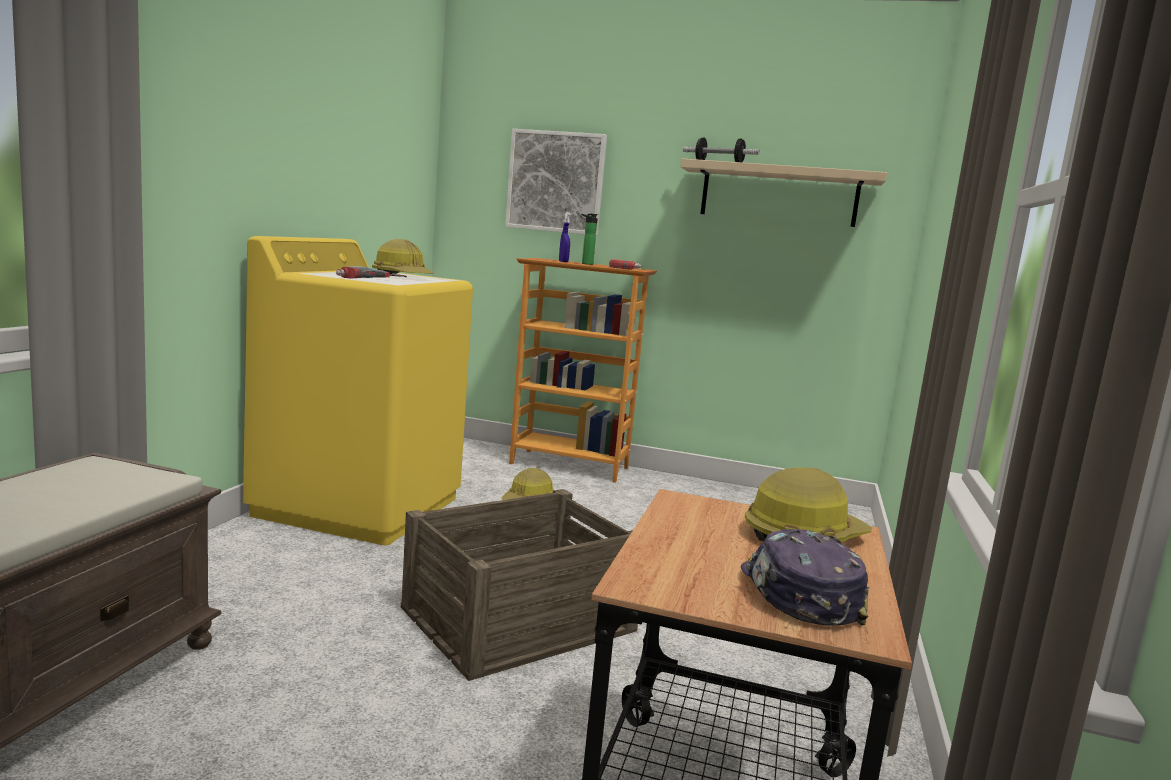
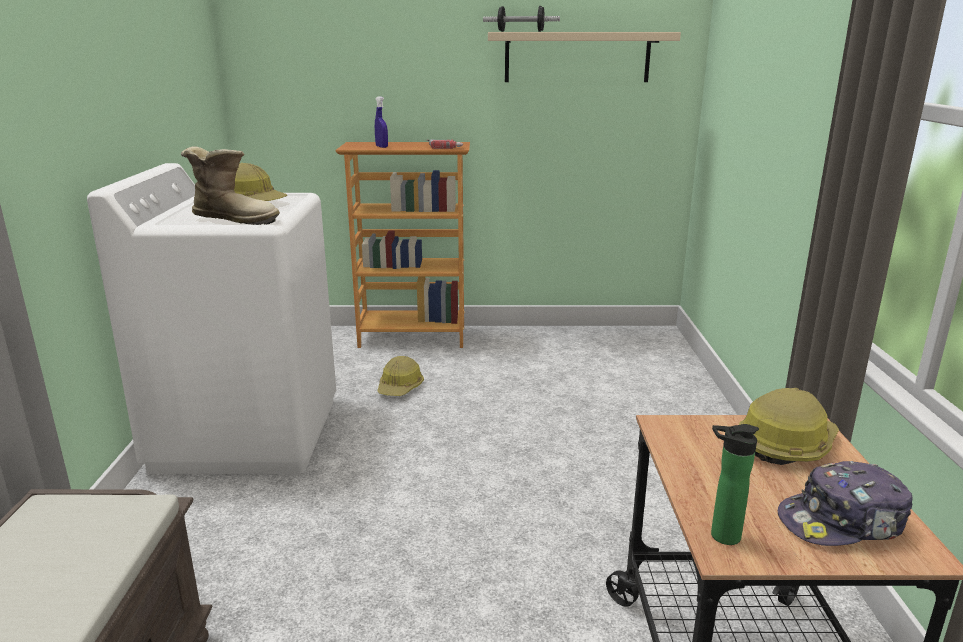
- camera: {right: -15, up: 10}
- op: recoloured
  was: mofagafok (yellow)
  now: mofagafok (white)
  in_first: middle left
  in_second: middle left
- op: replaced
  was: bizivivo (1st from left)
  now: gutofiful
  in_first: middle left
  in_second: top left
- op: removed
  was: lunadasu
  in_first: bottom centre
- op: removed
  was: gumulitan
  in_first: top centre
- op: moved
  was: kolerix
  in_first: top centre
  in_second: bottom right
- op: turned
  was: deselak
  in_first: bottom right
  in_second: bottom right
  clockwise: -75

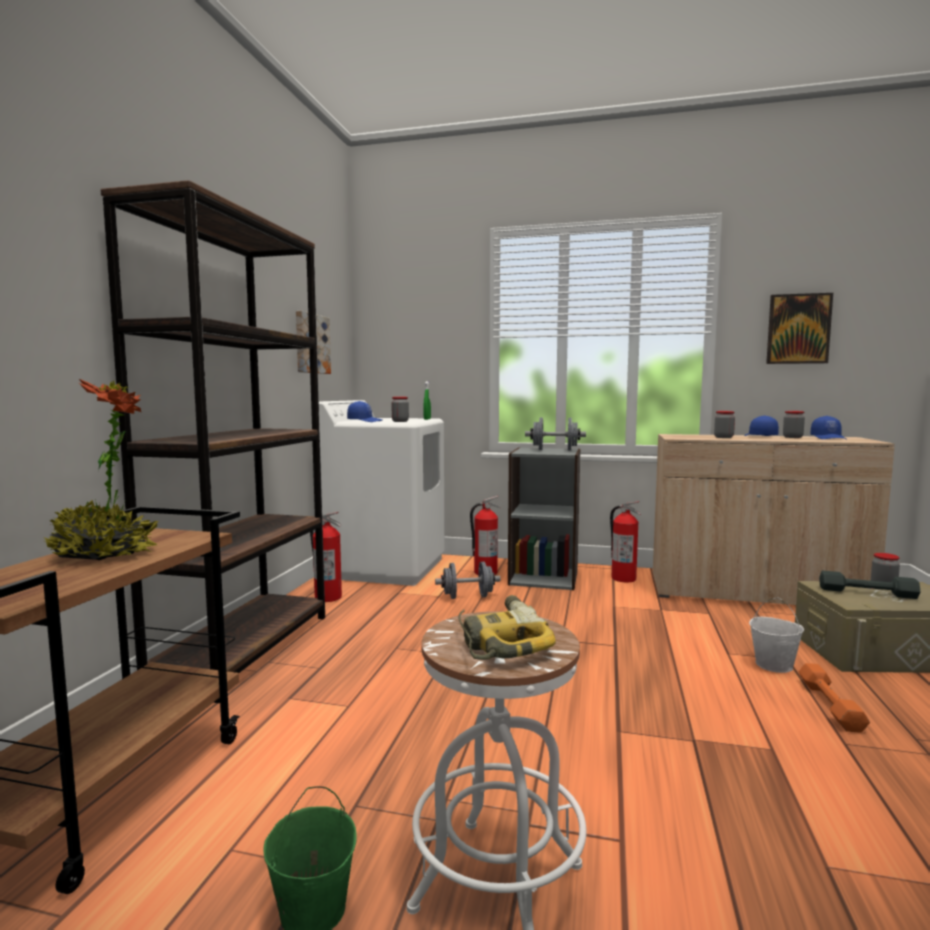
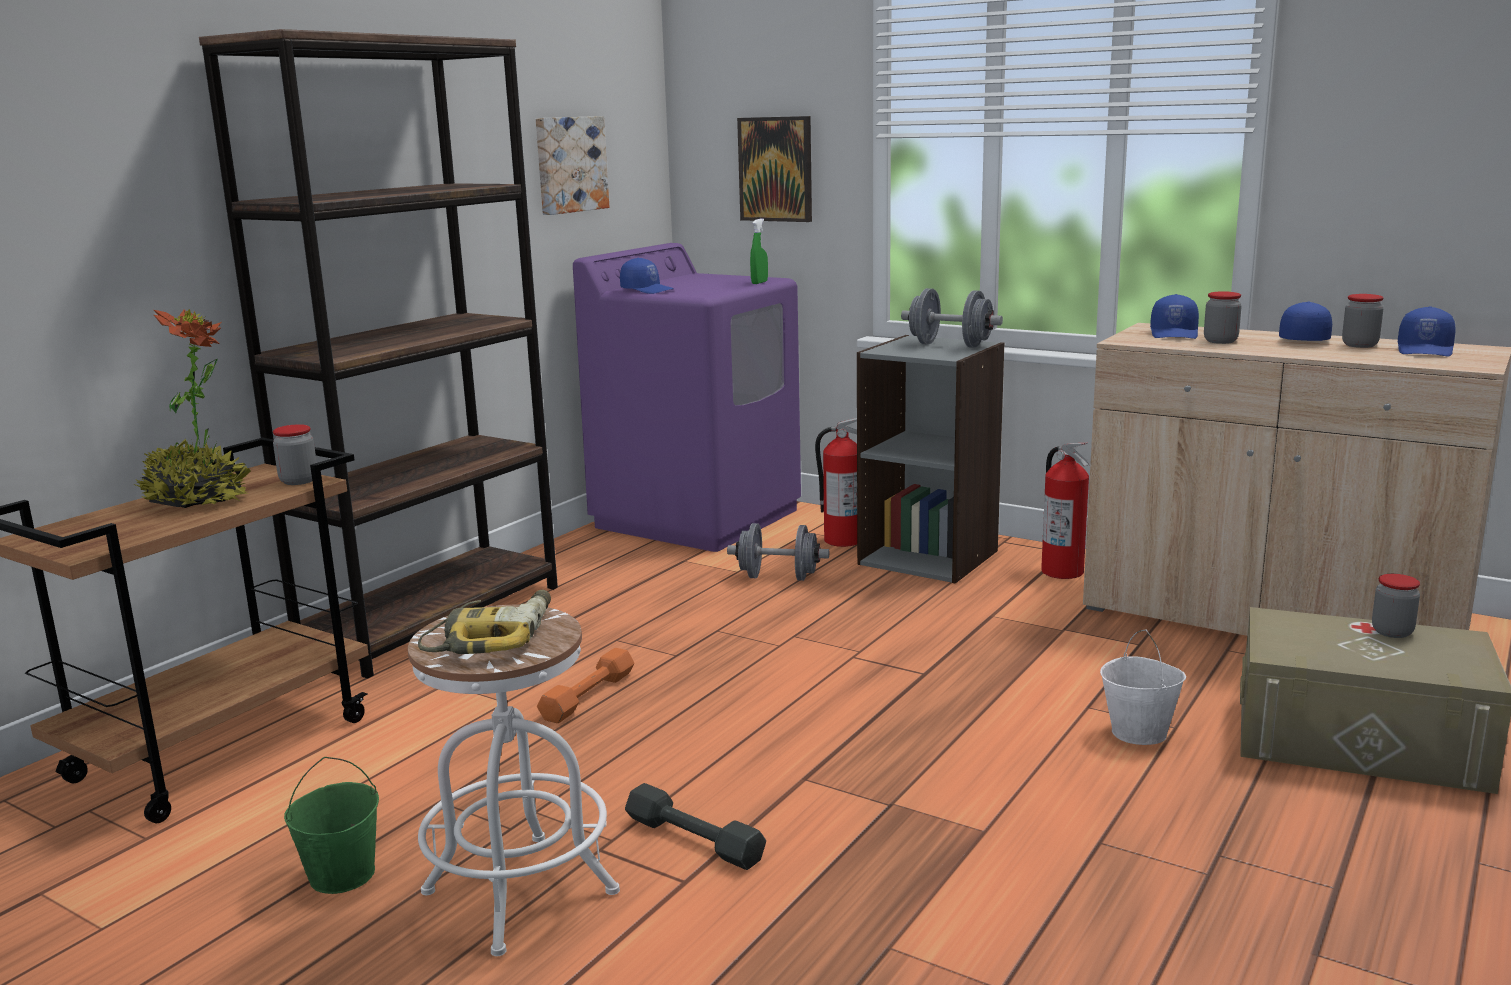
- camera: {right: 20, up: 10}
- op: removed
  was: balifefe (1st from left)
  in_first: centre
- op: recoloured
  was: mofagafok (white)
  now: mofagafok (purple)
  in_first: centre
  in_second: centre
- op: moved
  was: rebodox (1st from left)
  in_first: centre
  in_second: middle left
- op: moved
  was: gumulitan (2nd from left)
  in_first: middle right
  in_second: top centre
- op: moved
  was: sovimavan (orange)
  in_first: bottom right
  in_second: bottom centre
- op: moved
  was: sovimavan (grey) (3rd from left in the first image)
  now: sovimavan (grey) (1st from left)
  in_first: middle right
  in_second: bottom centre
- op: added
  now: deselak (blue) (2nd from left)
  in_second: top right

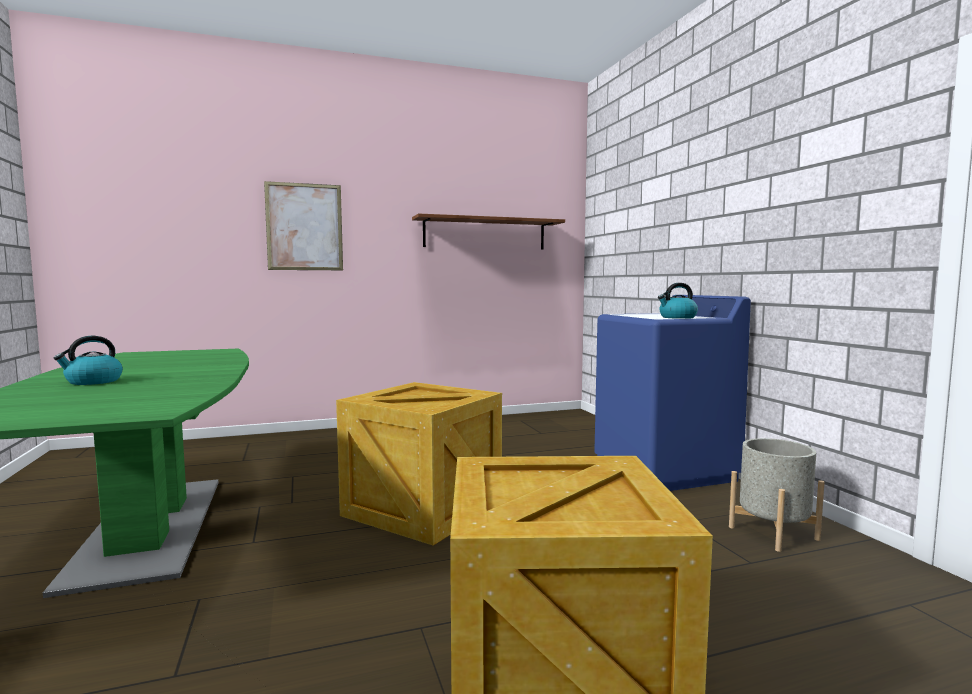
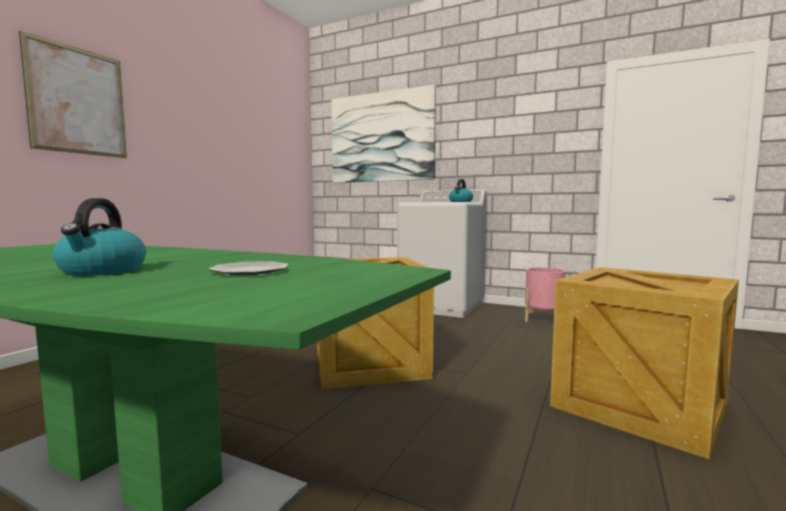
- camera: {right: -45, up: 0}
- op: removed
  was: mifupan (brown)
  in_first: top centre
- op: recoloured
  was: mofagafok (blue)
  now: mofagafok (white)
  in_first: middle right
  in_second: centre
- op: recoloured
  was: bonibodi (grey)
  now: bonibodi (pink)
  in_first: bottom right
  in_second: middle right
- op: added
  now: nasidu
  in_second: middle left
- op: added
  now: gumulitan (2nd from left)
  in_second: top centre

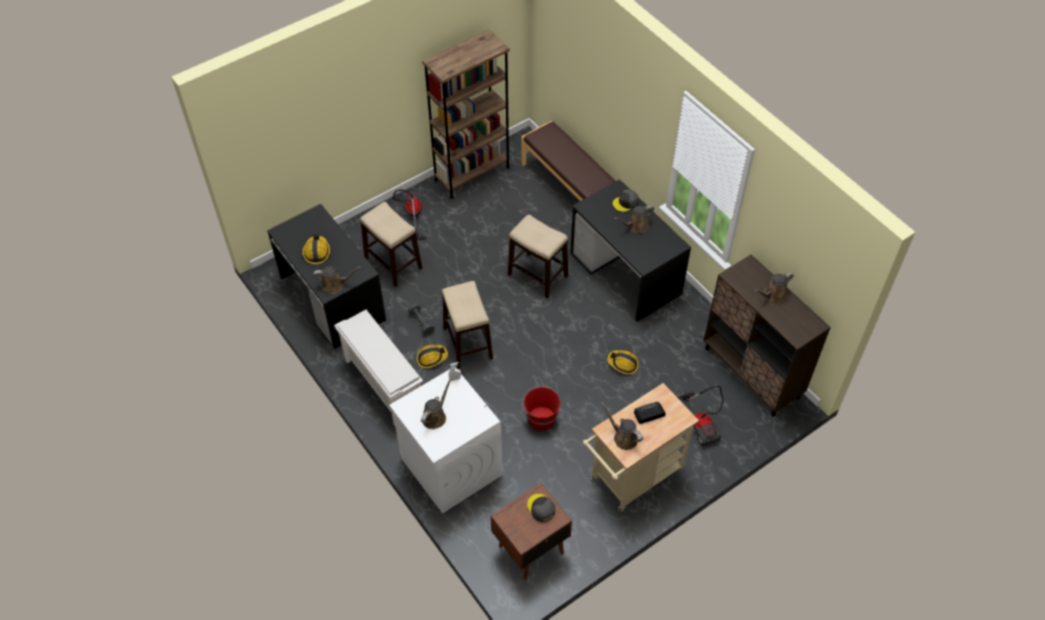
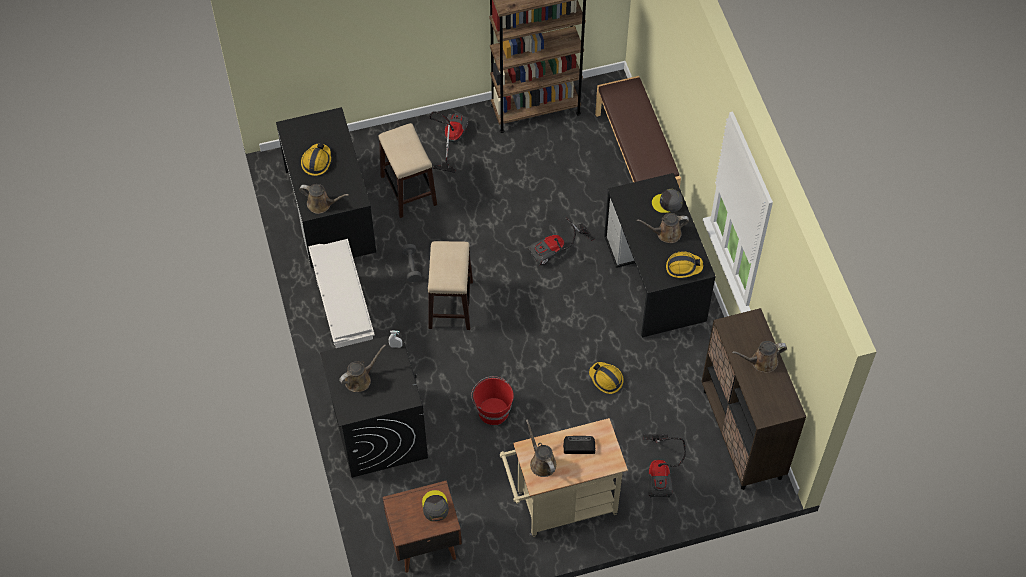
- camera: {right: 20, up: 5}
- op: recoloured
  was: mofagafok (white)
  now: mofagafok (black)
  in_first: bottom centre
  in_second: bottom centre
- op: moved
  was: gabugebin (2nd from left in the first image)
  now: gabugebin (3rd from left)
  in_first: centre
  in_second: middle right
- op: replaced
  was: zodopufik (3rd from left)
  now: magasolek (2nd from left)
  in_first: centre
  in_second: centre

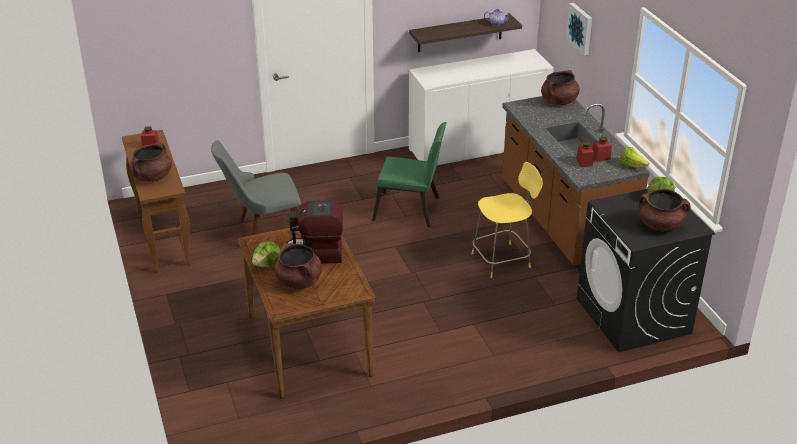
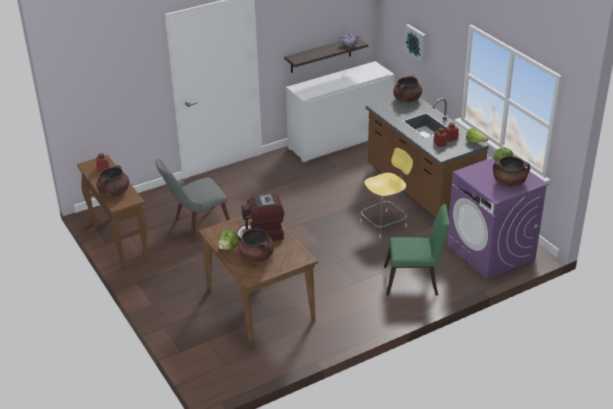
- camera: {right: -10, up: 0}
- op: moved
  was: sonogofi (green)
  in_first: centre
  in_second: middle right
- op: recoloured
  was: mofagafok (black)
  now: mofagafok (purple)
  in_first: middle right
  in_second: middle right

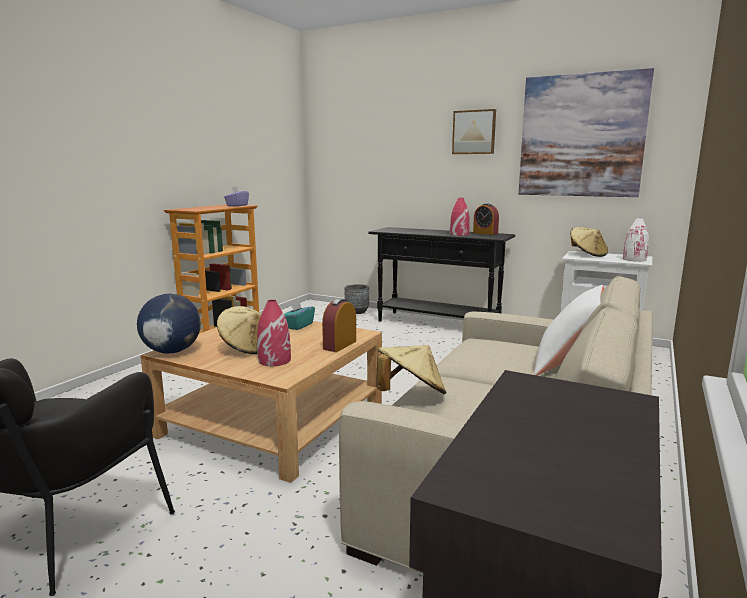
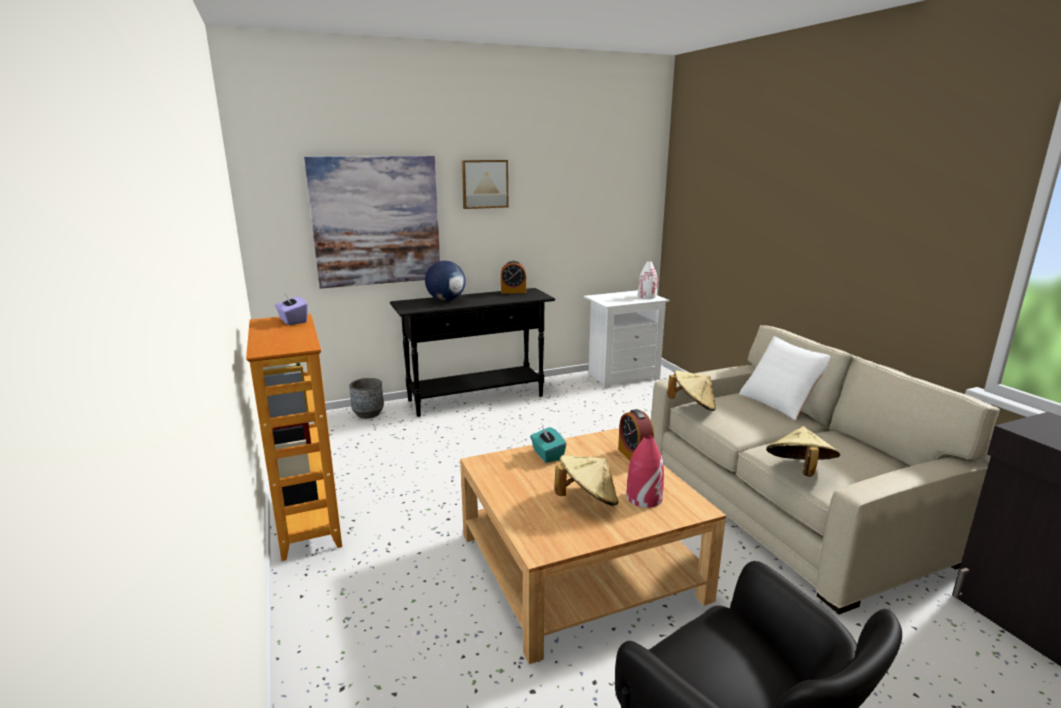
- camera: {right: -50, up: 5}
- op: moved
  was: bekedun
  in_first: middle left
  in_second: centre
- op: removed
  was: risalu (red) (2nd from left)
  in_first: centre
- op: moved
  was: gumulitan (2nd from left in the first image)
  now: gumulitan (1st from left)
  in_first: top right
  in_second: top centre
- op: moved
  was: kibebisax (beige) (3rd from left in the first image)
  now: kibebisax (beige) (2nd from left)
  in_first: middle right
  in_second: centre

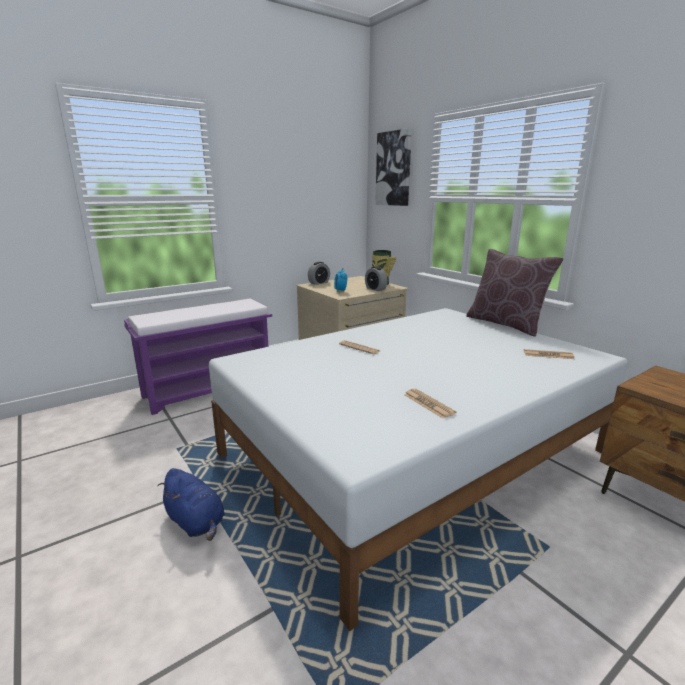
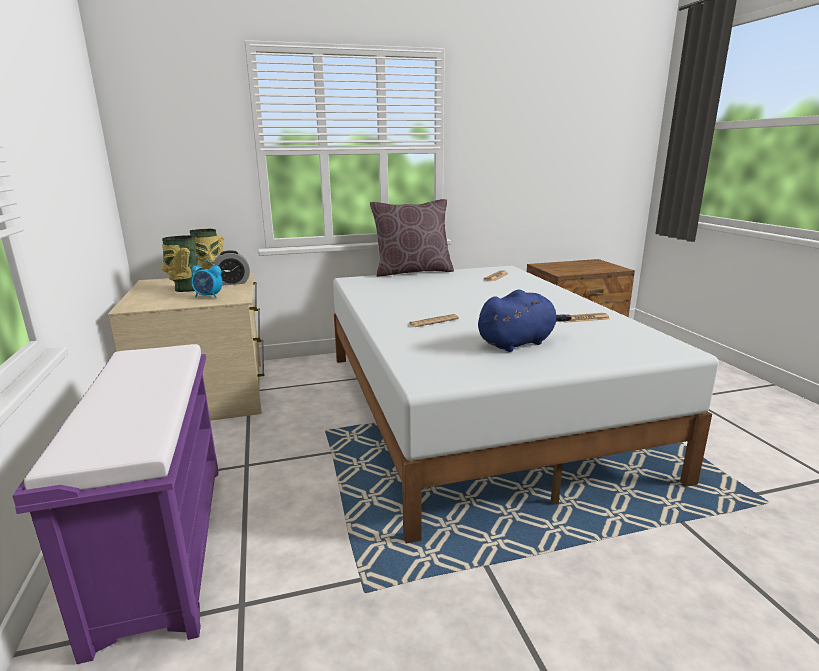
- camera: {right: -70, up: 0}
- op: moved
  was: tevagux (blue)
  in_first: bottom left
  in_second: centre
- op: removed
  was: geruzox (1st from left)
  in_first: centre
- op: removed
  was: gumulitan
  in_first: top centre
- op: added
  now: risalu (1st from left)
  in_second: middle left

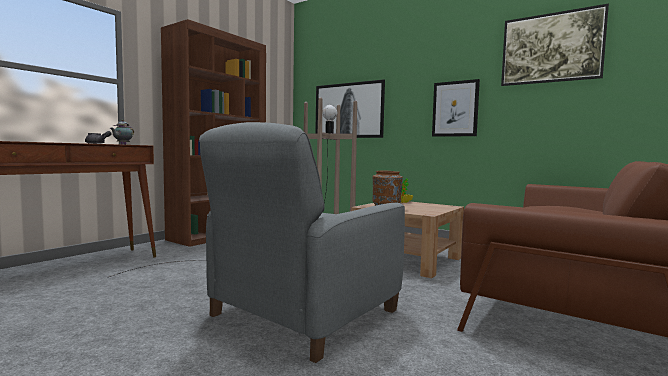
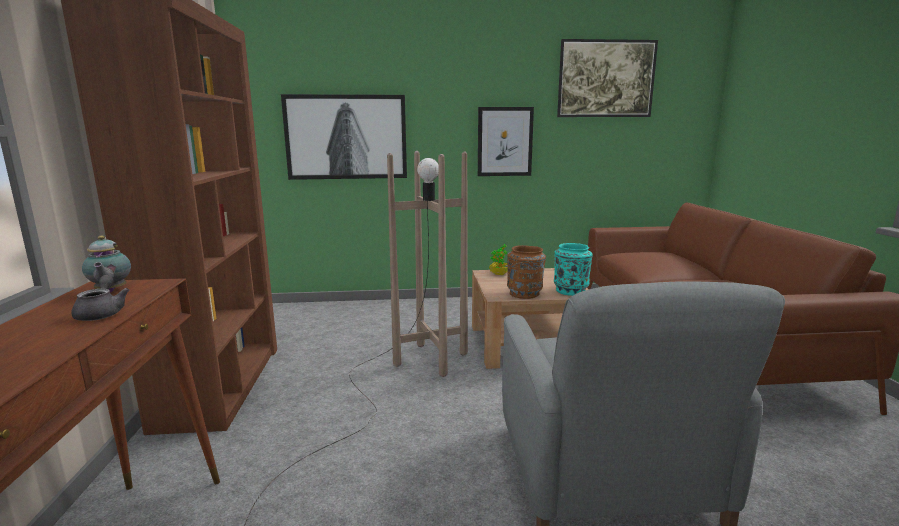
- camera: {right: -40, up: 10}
- op: added
  now: risalu (turquoise)
  in_second: centre

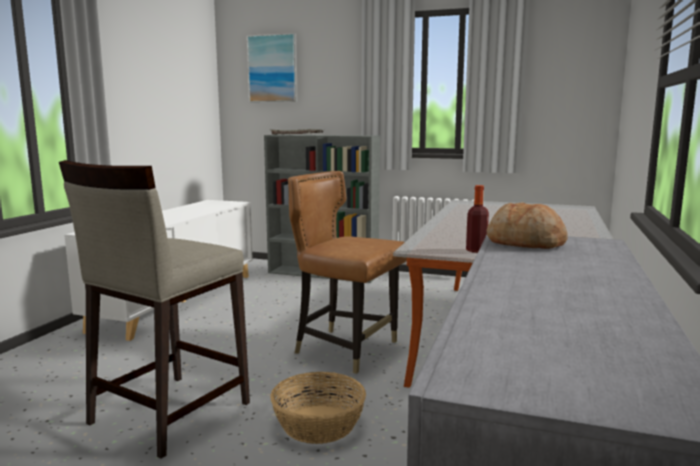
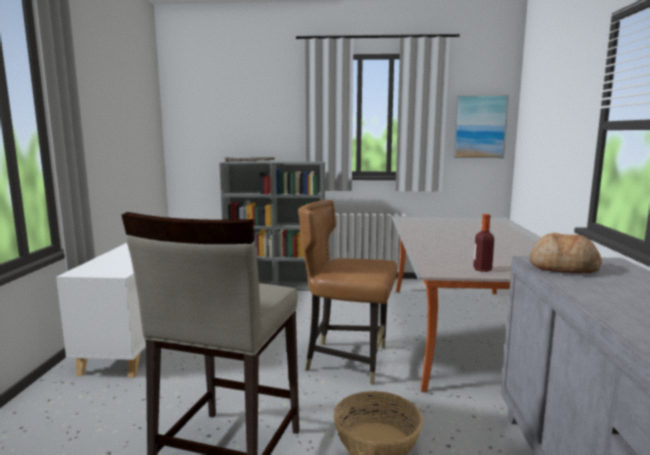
- camera: {right: -15, up: 0}
- op: moved
  was: gumulitan
  in_first: top centre
  in_second: top right

